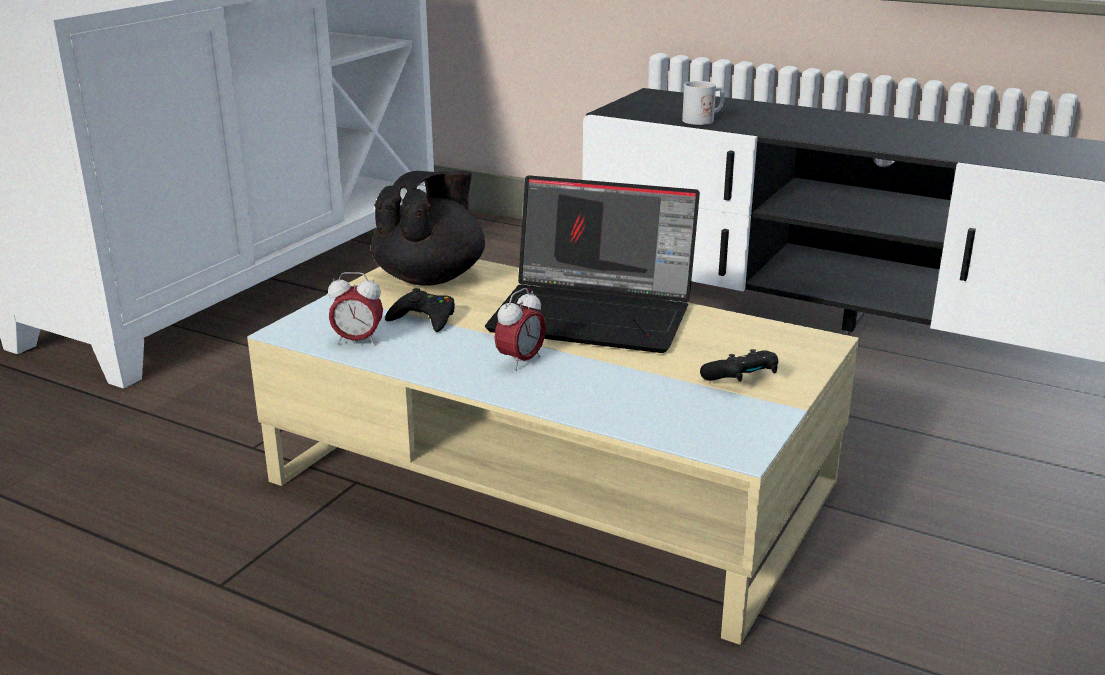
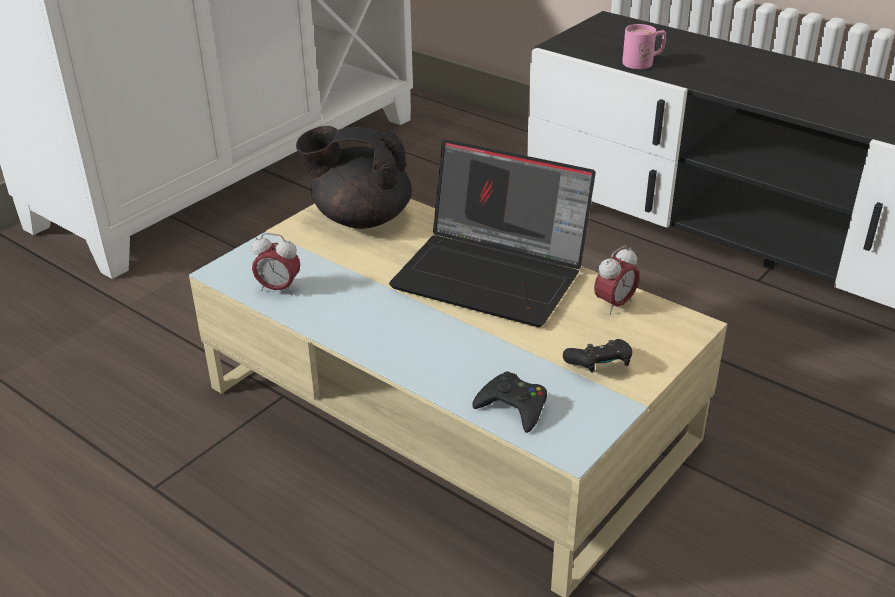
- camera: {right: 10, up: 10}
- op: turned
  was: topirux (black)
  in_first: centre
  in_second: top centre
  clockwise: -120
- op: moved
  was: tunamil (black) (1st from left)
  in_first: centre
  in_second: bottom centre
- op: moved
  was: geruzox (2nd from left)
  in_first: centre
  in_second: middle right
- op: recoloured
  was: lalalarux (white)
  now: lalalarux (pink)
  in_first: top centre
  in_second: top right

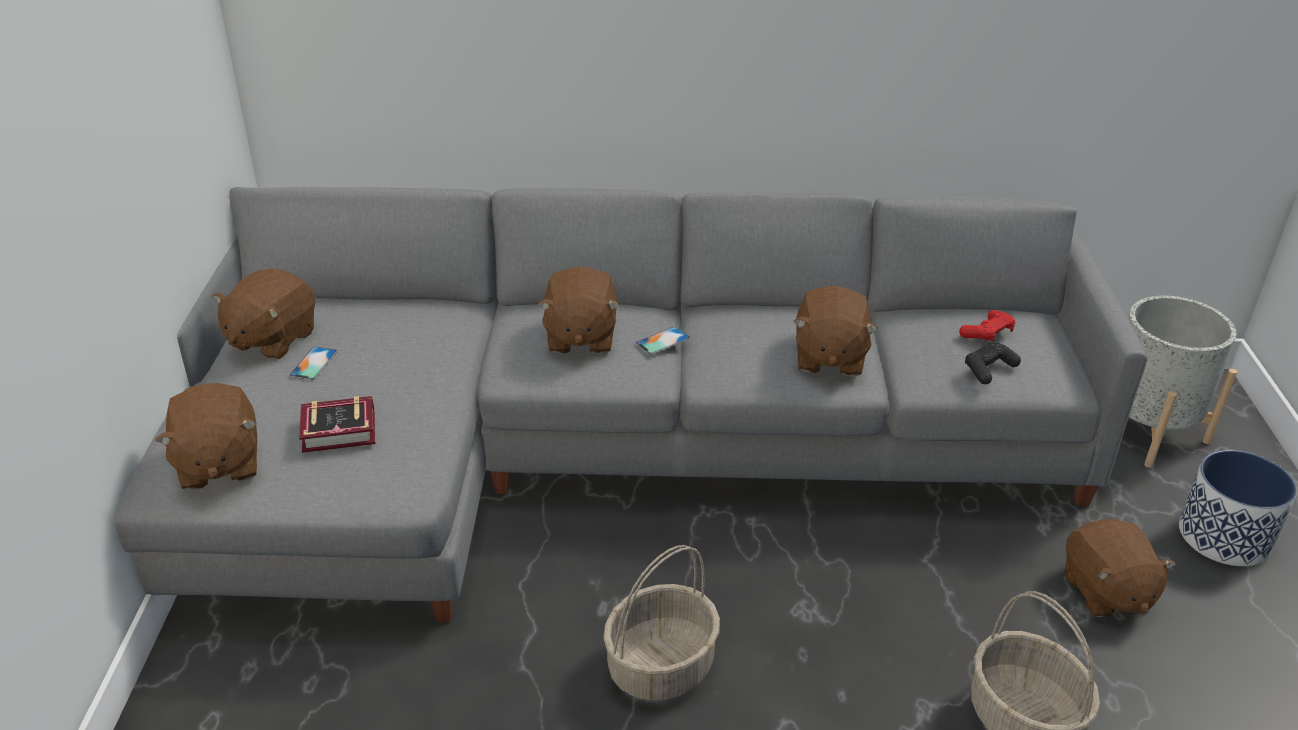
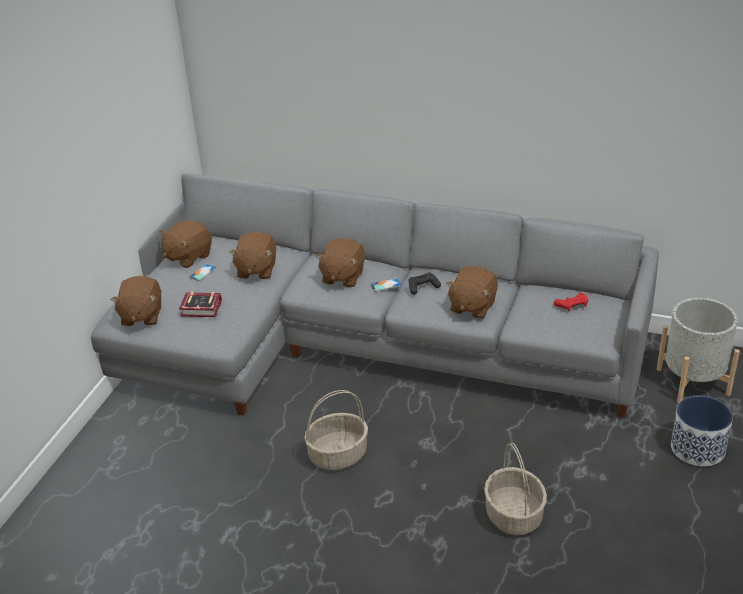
- camera: {right: 20, up: 0}
- op: moved
  was: tunamil (black)
  in_first: middle right
  in_second: centre
- op: moved
  was: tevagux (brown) (5th from left in the first image)
  now: tevagux (brown) (3rd from left)
  in_first: bottom right
  in_second: centre

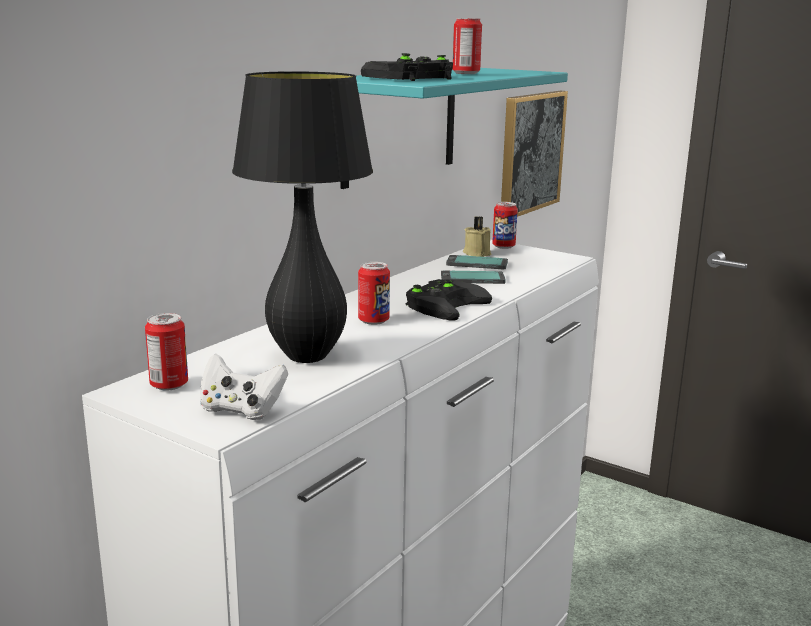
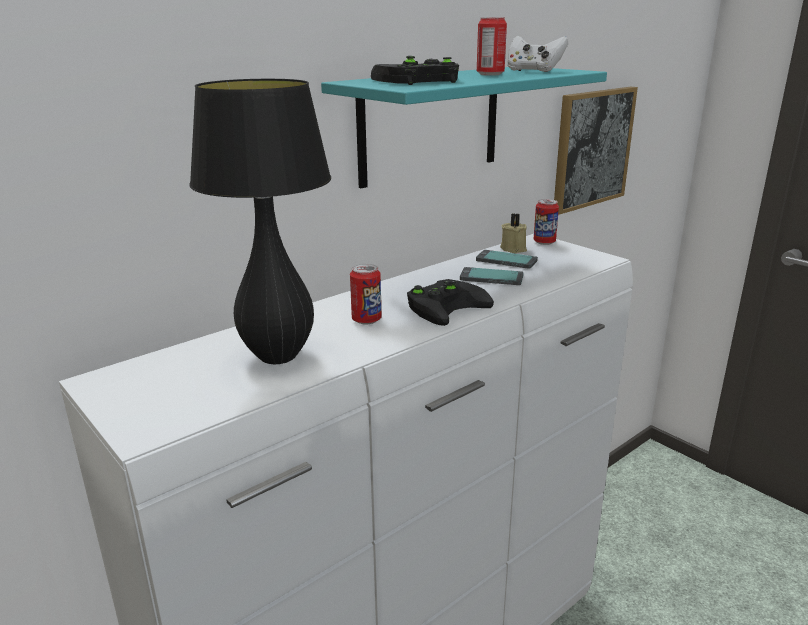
- camera: {right: 15, up: 5}
- op: removed
  was: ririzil (1st from left)
  in_first: middle left
- op: moved
  was: tunamil (white)
  in_first: middle left
  in_second: top centre

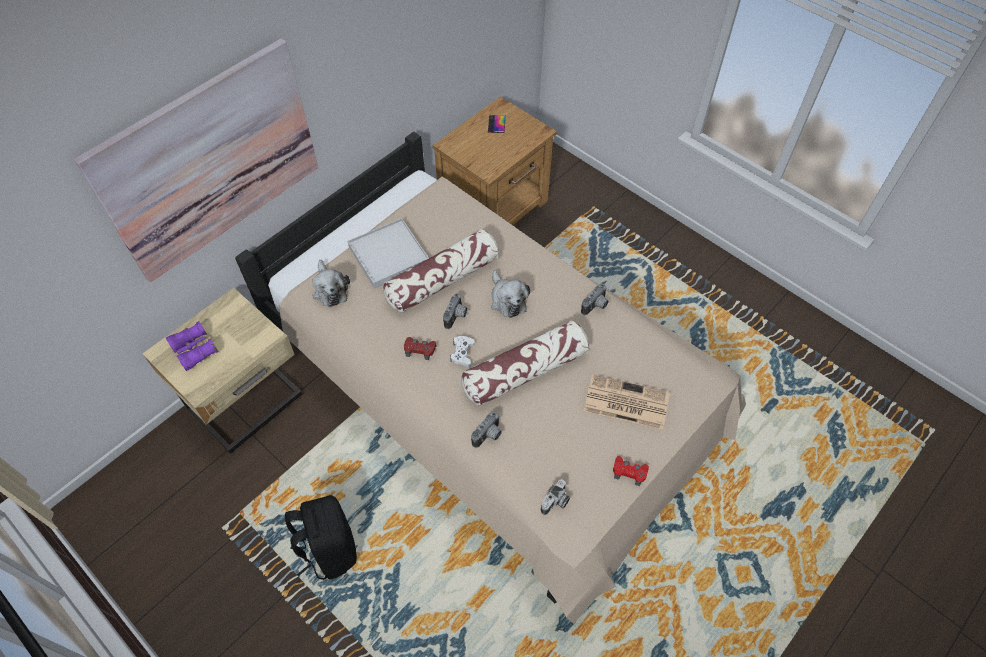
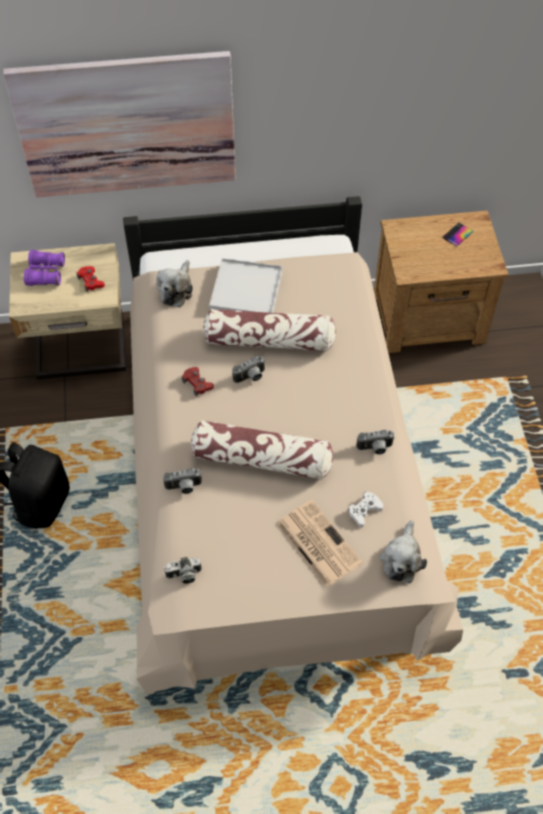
- camera: {right: 40, up: 0}
- op: moved
  was: tunamil (white)
  in_first: centre
  in_second: middle right
- op: moved
  was: tevagux (2nd from left)
  in_first: centre
  in_second: bottom right
- op: moved
  was: tunamil (red) (2nd from left in the first image)
  now: tunamil (red) (1st from left)
  in_first: bottom centre
  in_second: middle left

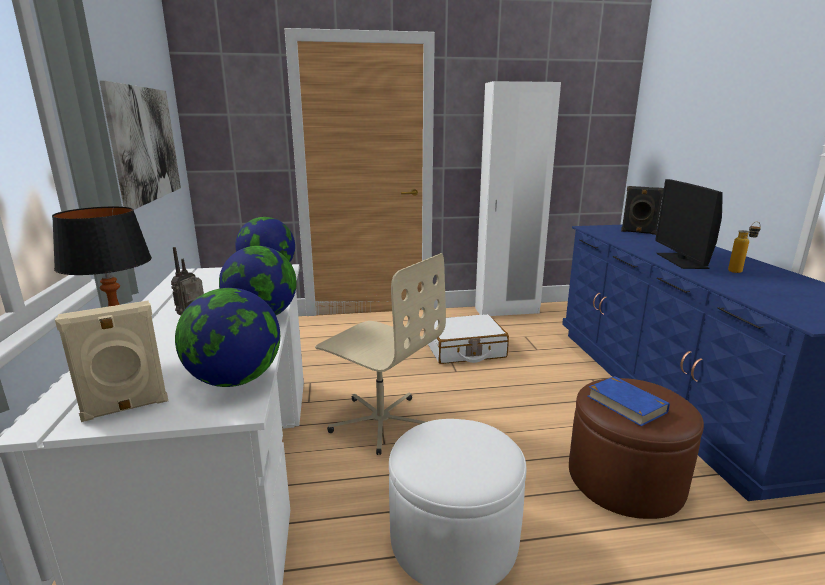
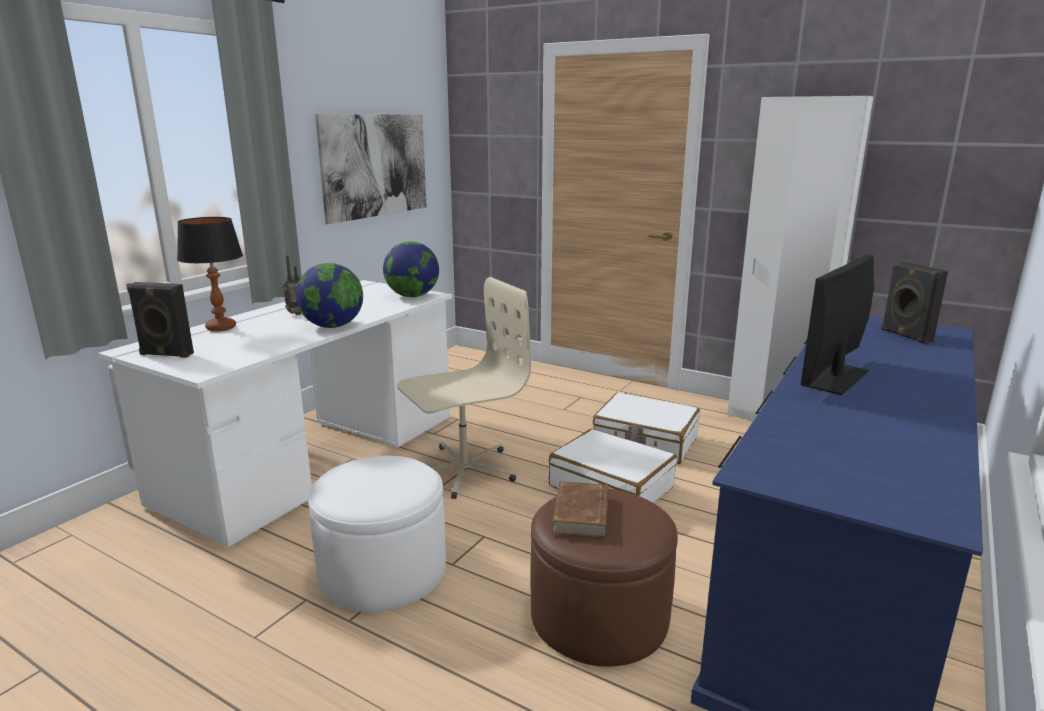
- camera: {right: 40, up: 0}
- op: recoloured
  was: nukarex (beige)
  now: nukarex (black) (1st from left)
  in_first: middle left
  in_second: middle left
- op: removed
  was: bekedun (1st from left)
  in_first: middle left
- op: turned
  was: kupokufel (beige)
  in_first: centre
  in_second: centre
  clockwise: -105
- op: recoloured
  was: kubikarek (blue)
  now: kubikarek (brown)
  in_first: bottom right
  in_second: bottom centre
- op: removed
  was: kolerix
  in_first: middle right
- op: added
  now: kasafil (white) (1st from left)
  in_second: centre

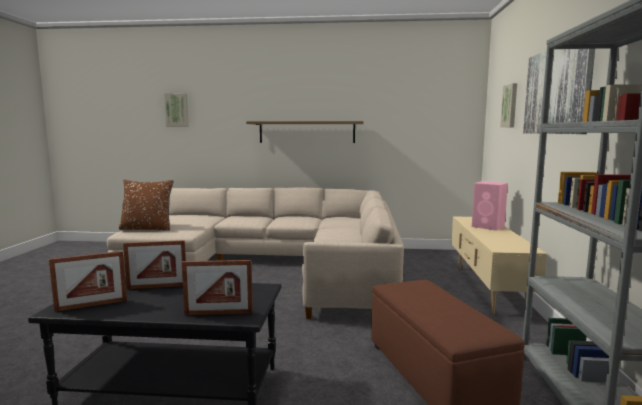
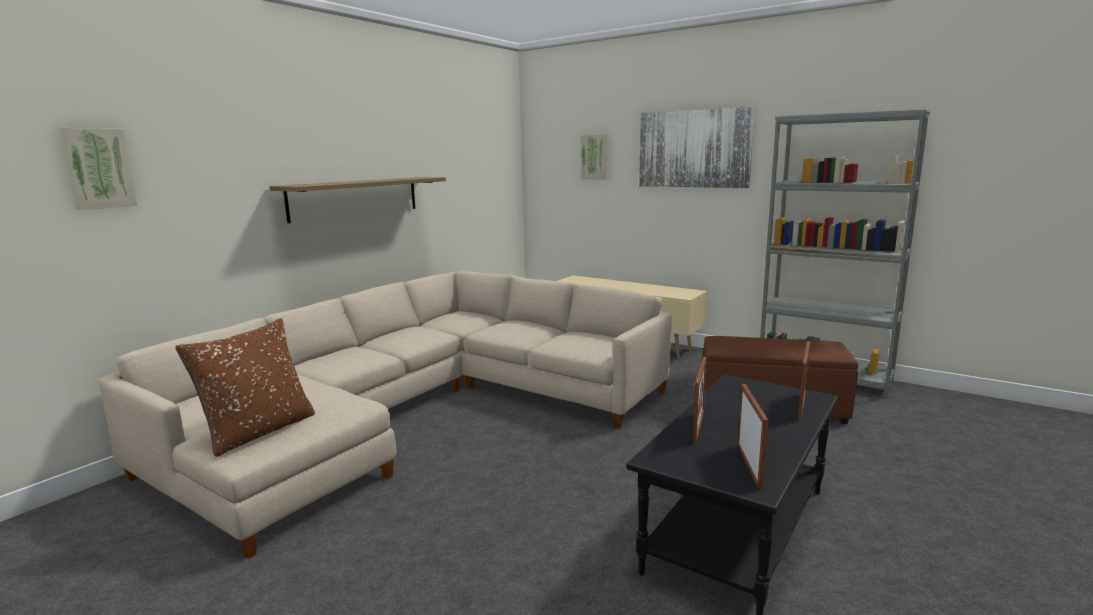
- camera: {right: -60, up: 5}
- op: removed
  was: nukarex (pink)
  in_first: middle right

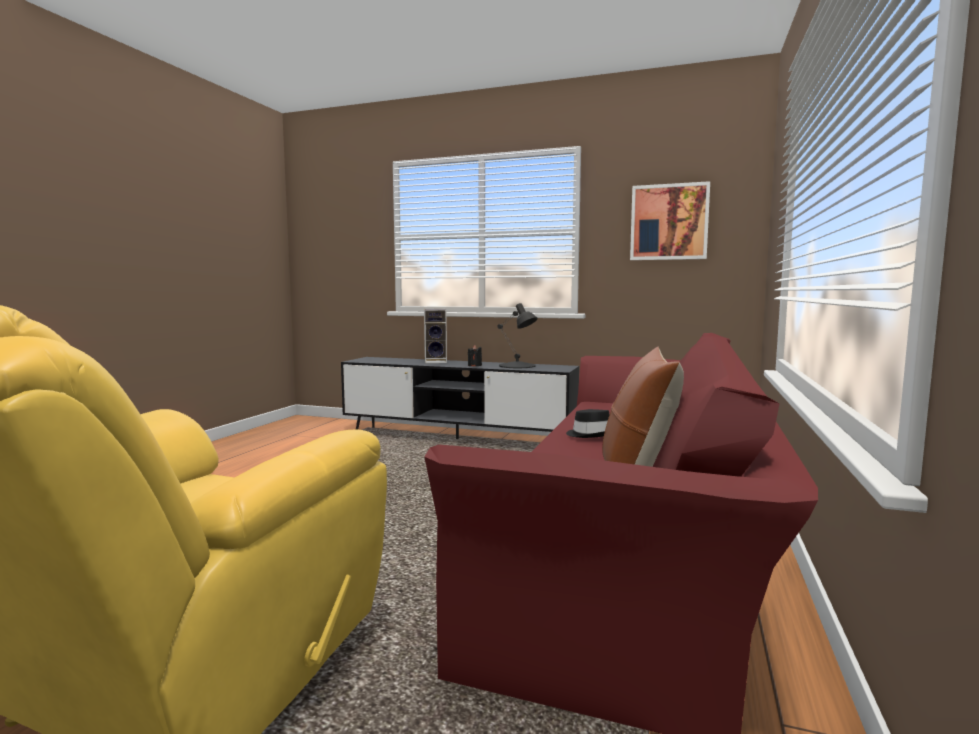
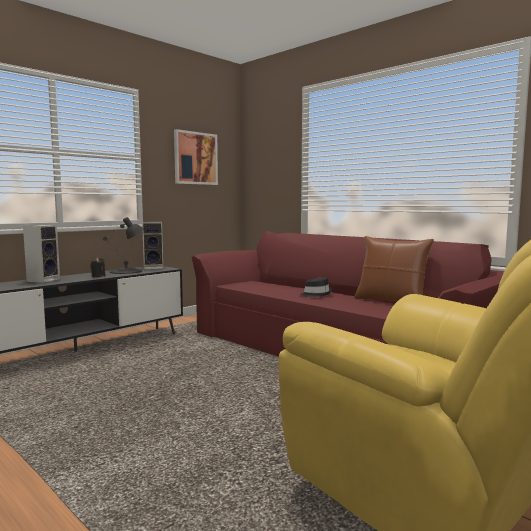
- camera: {right: -65, up: 0}
- op: added
  now: nukarex (2nd from left)
  in_second: middle left

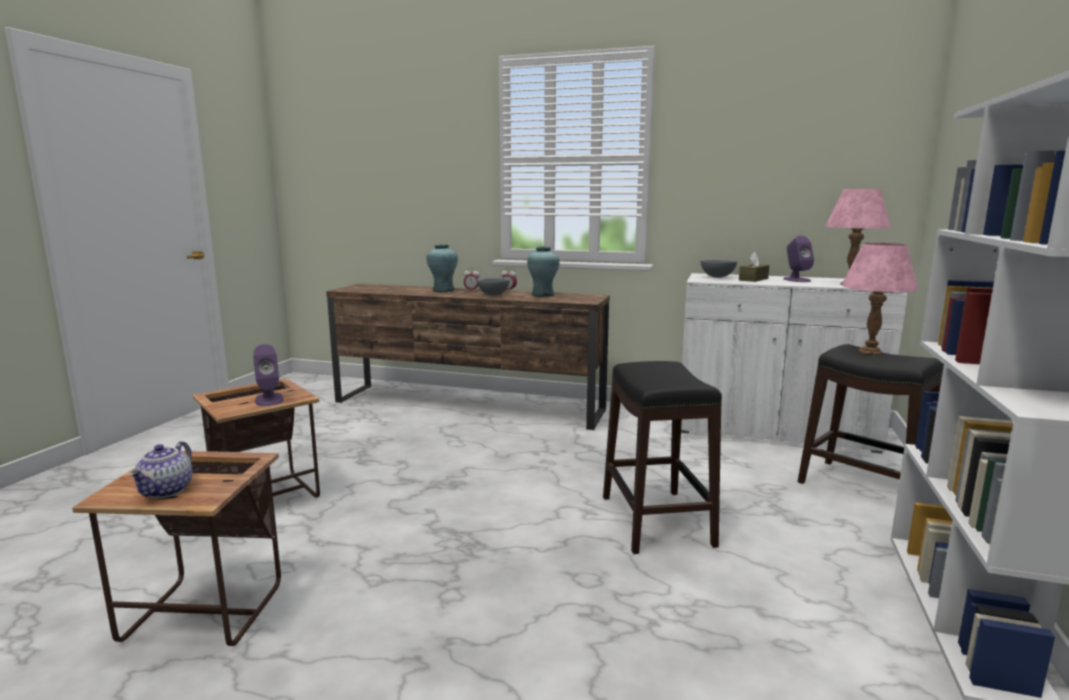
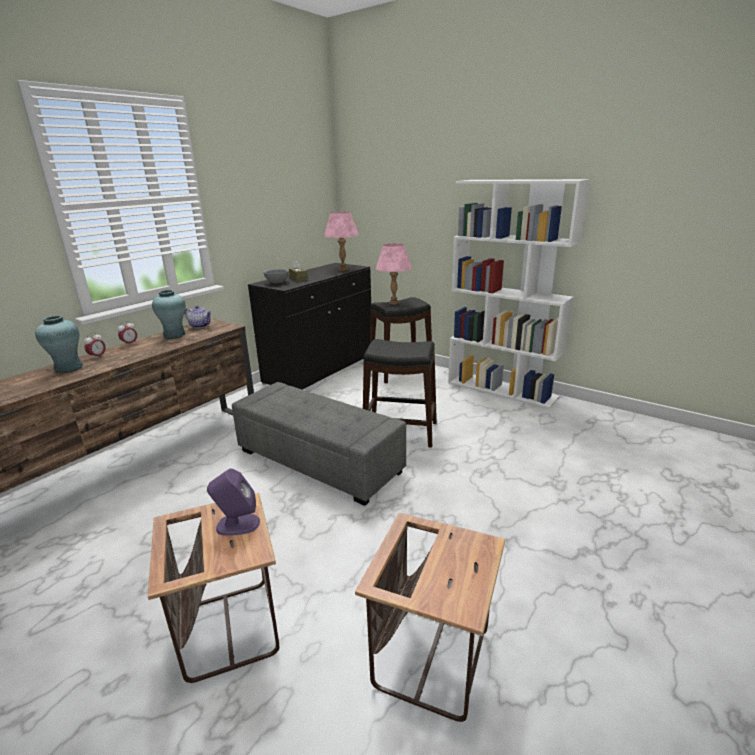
- camera: {right: -70, up: 10}
- op: moved
  was: topirux
  in_first: bottom left
  in_second: middle left
- op: removed
  was: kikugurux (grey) (1st from left)
  in_first: centre
- op: recoloured
  was: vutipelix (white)
  now: vutipelix (black)
  in_first: middle right
  in_second: centre
- op: removed
  was: nukarex (purple) (2nd from left)
  in_first: middle right
- op: added
  now: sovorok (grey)
  in_second: centre

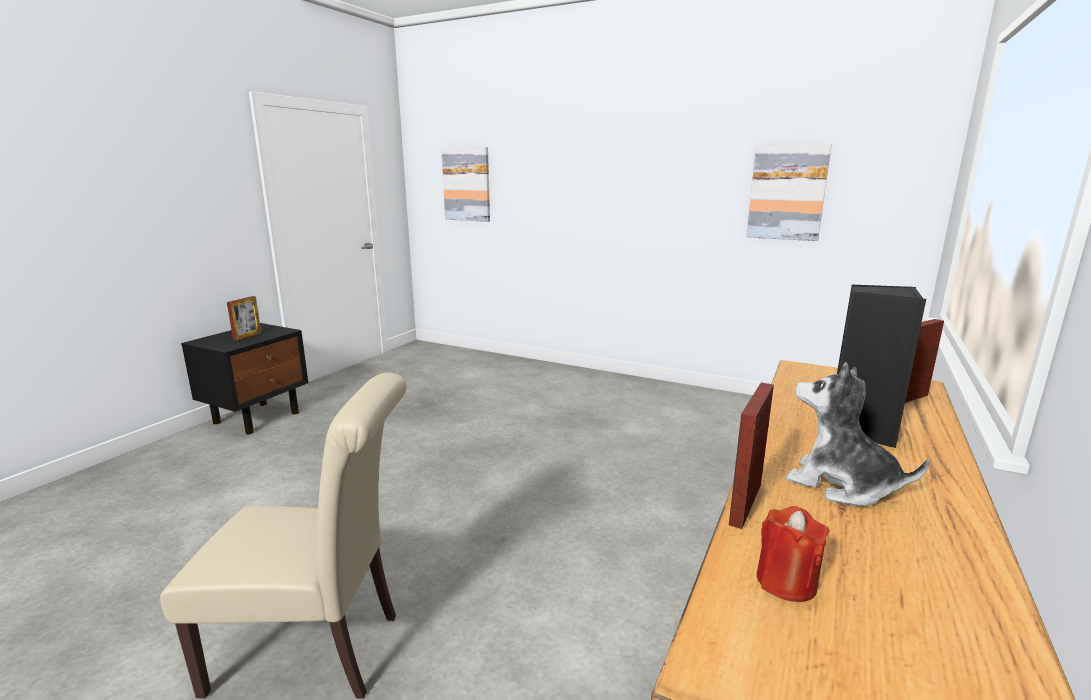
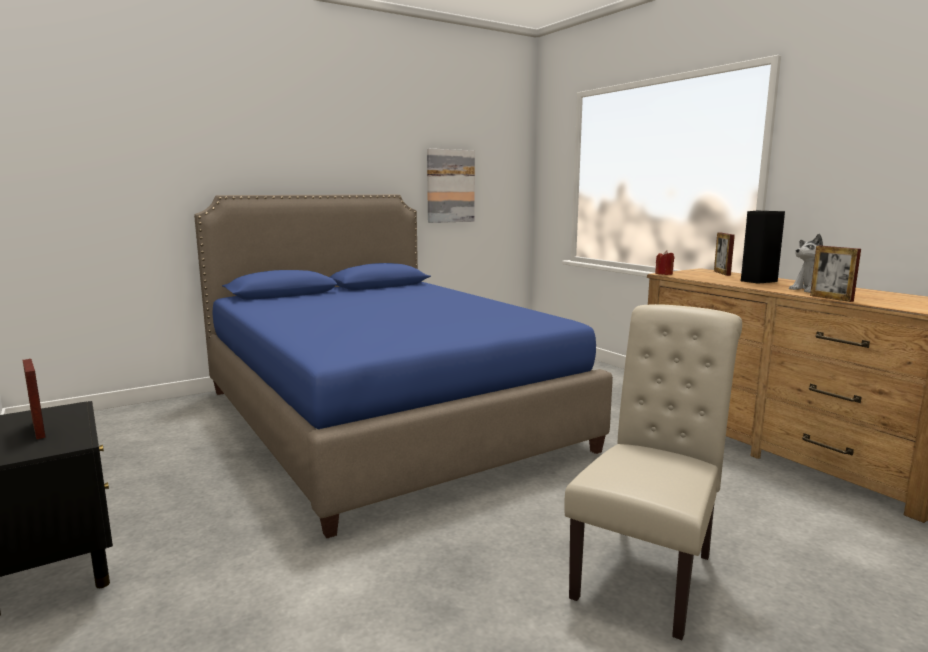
- camera: {right: -60, up: -5}
- op: removed
  was: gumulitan (1st from left)
  in_first: top centre
- op: moved
  was: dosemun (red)
  in_first: bottom right
  in_second: middle right
- op: added
  now: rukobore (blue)
  in_second: centre

